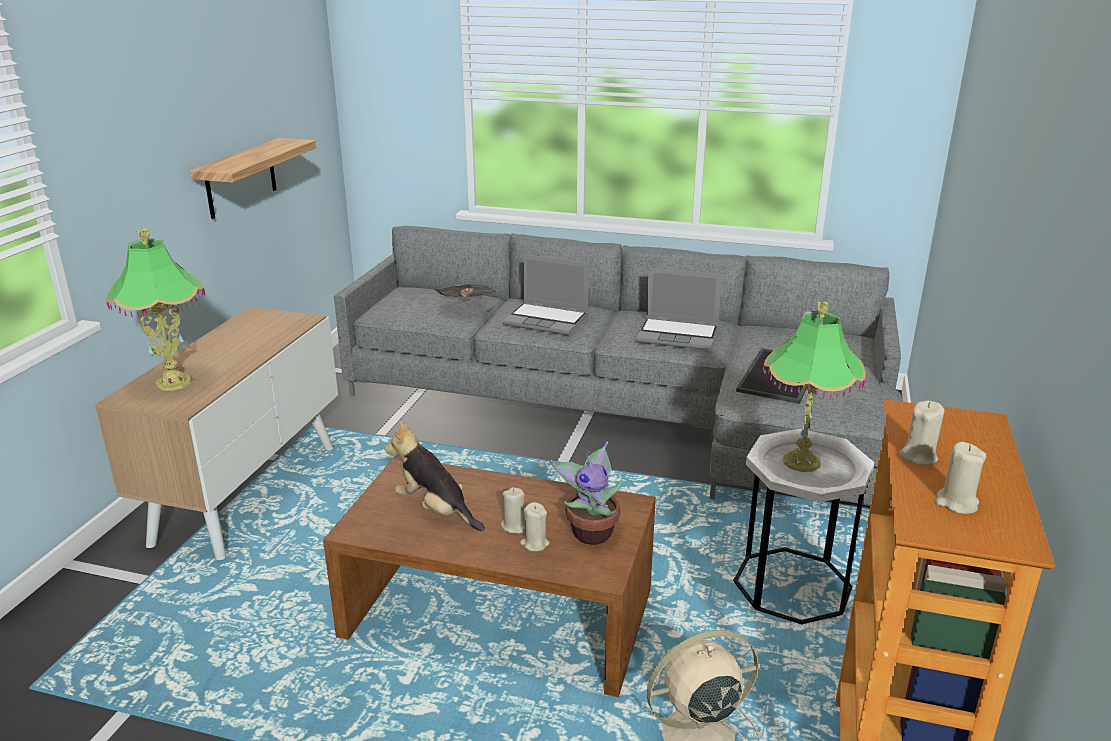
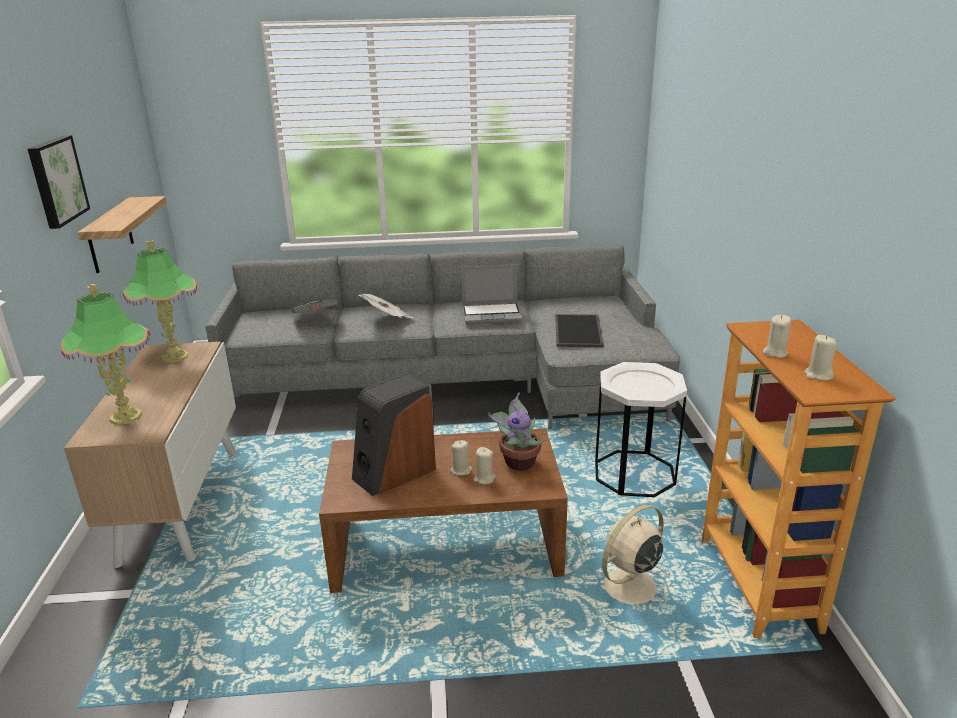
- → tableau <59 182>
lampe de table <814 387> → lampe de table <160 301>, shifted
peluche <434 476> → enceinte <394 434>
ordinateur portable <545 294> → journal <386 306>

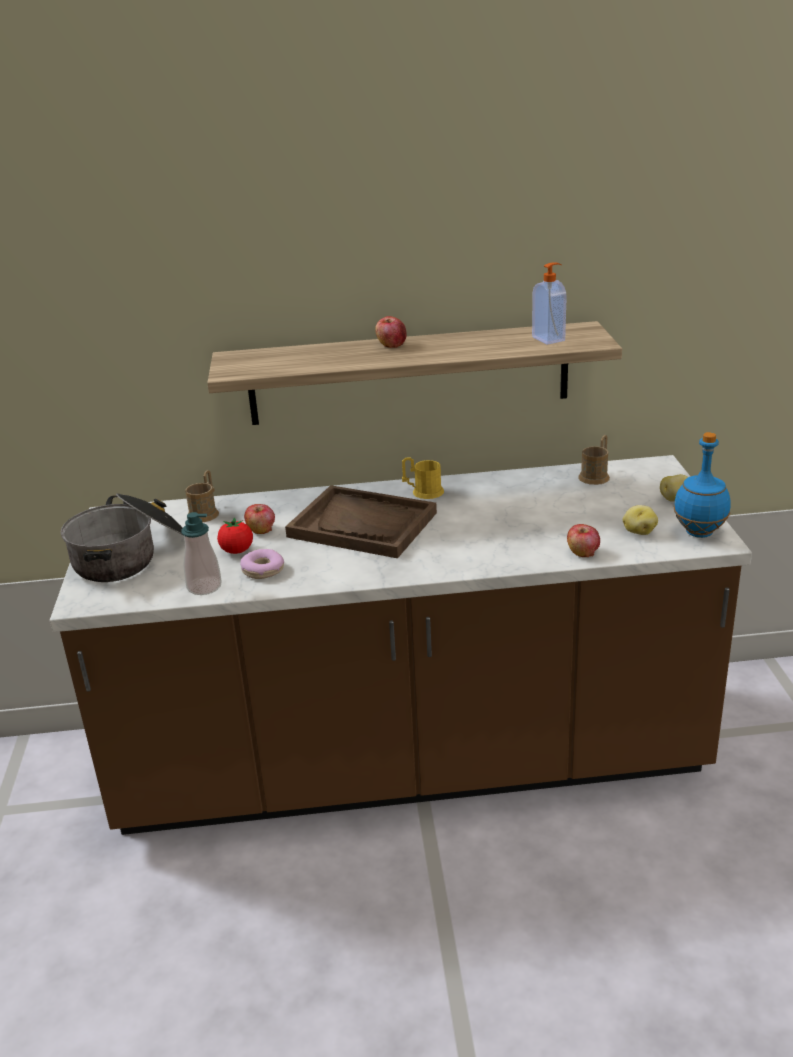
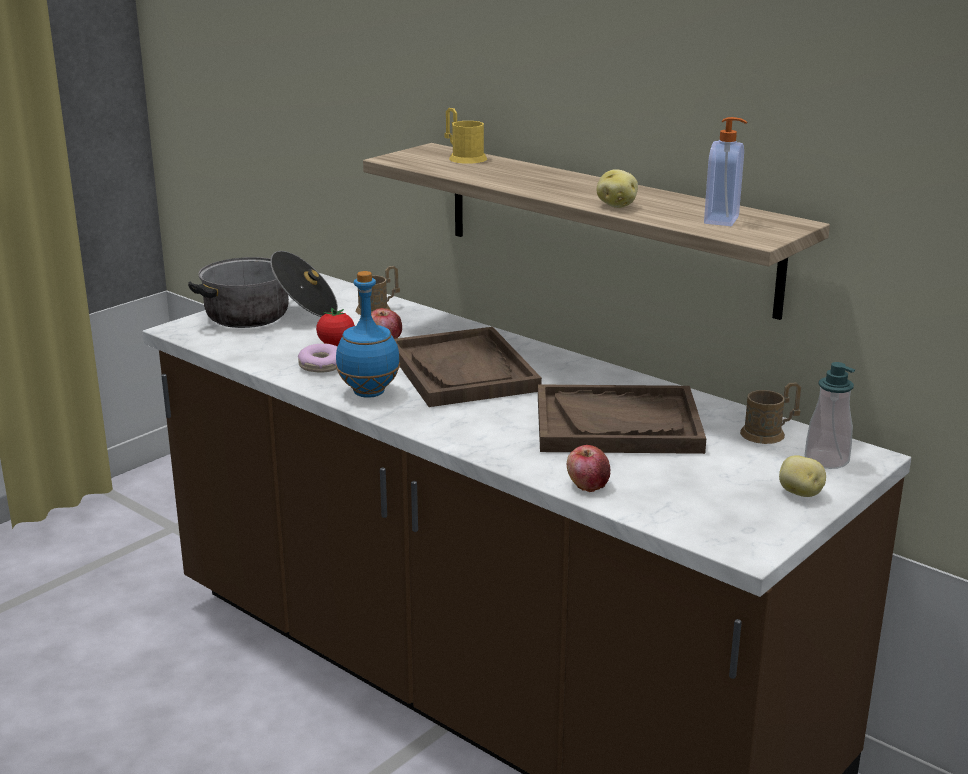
bouteille (bleu) <702 485> → bouteille (bleu) <368 334>, shifted
mug (jaune) <423 478> → mug (jaune) <465 136>, shifted
- → plateau (marron) <622 419>
pomme de terre <640 520> → pomme de terre <617 188>, shifted
distributeur de savon <201 553> → distributeur de savon <830 415>, shifted
pomme <391 332> → -

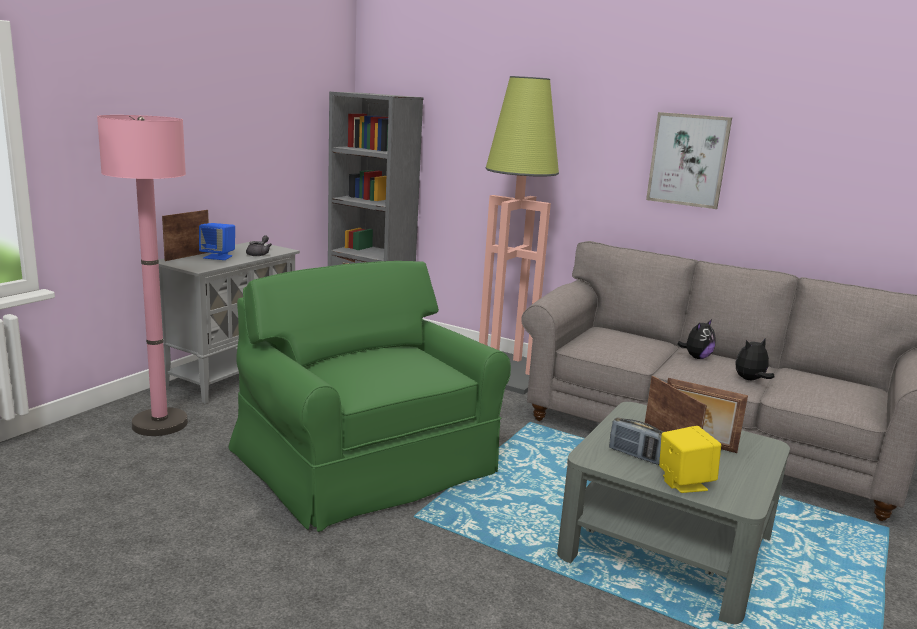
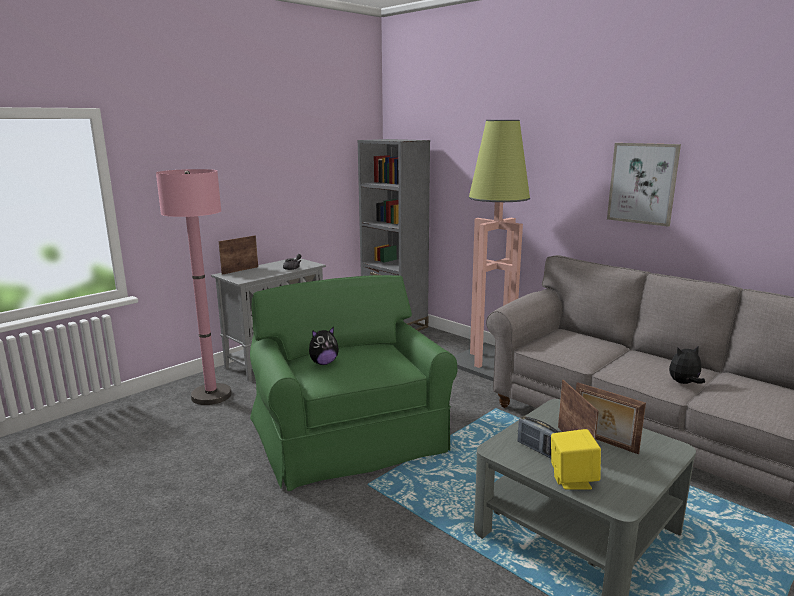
peluche <696 339> → peluche <324 346>, shifted
enceinte (bleu) <217 241> → -

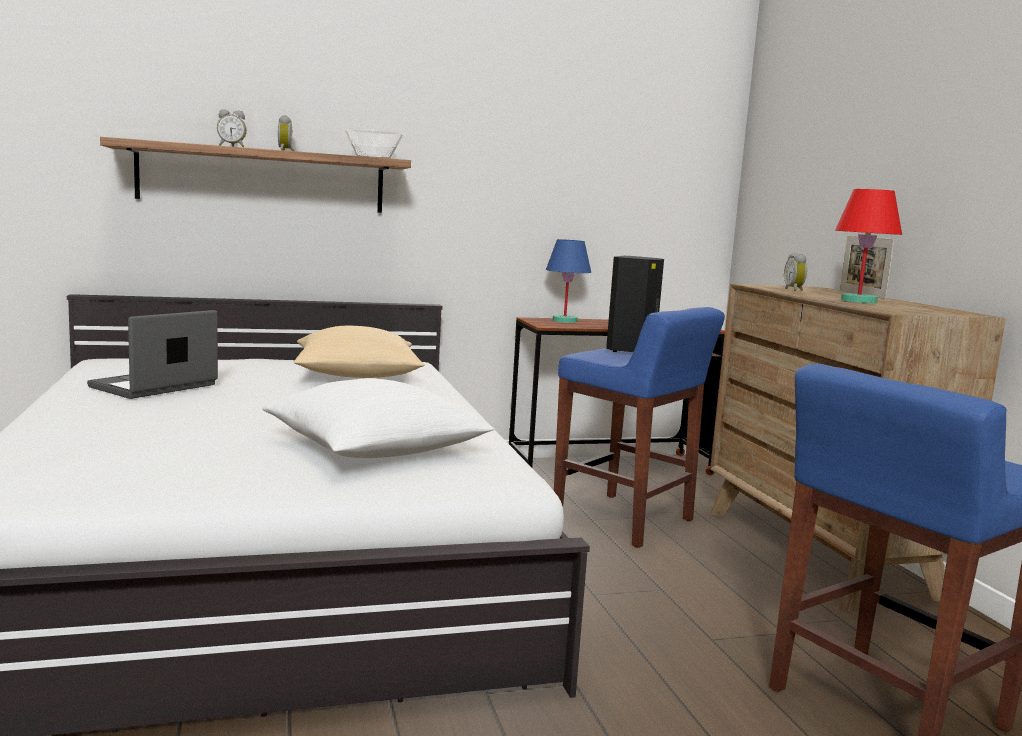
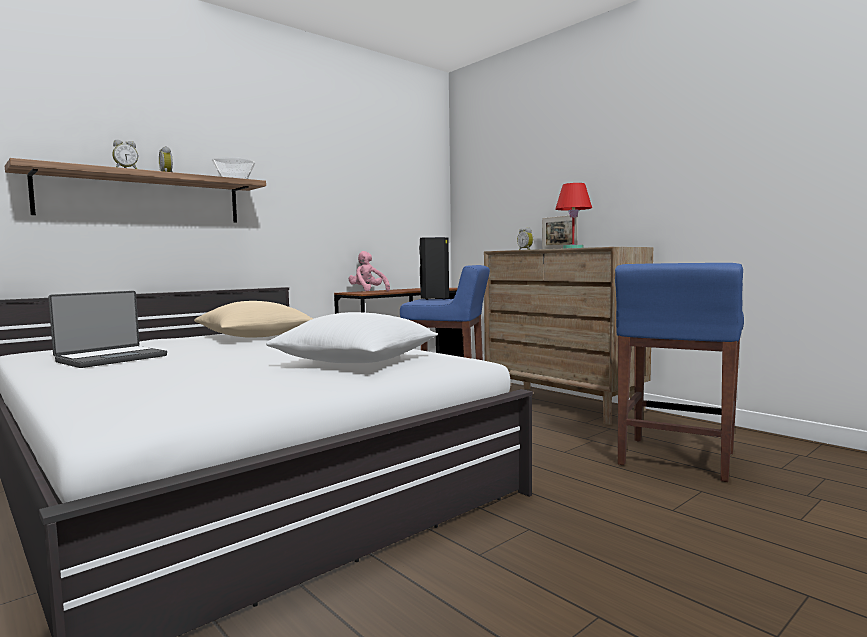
ordinateur portable <152 354> → ordinateur portable <107 329>, 150 degrees counterclockwise
lampe de table (bleu) <568 281> → peluche (rose) <369 271>

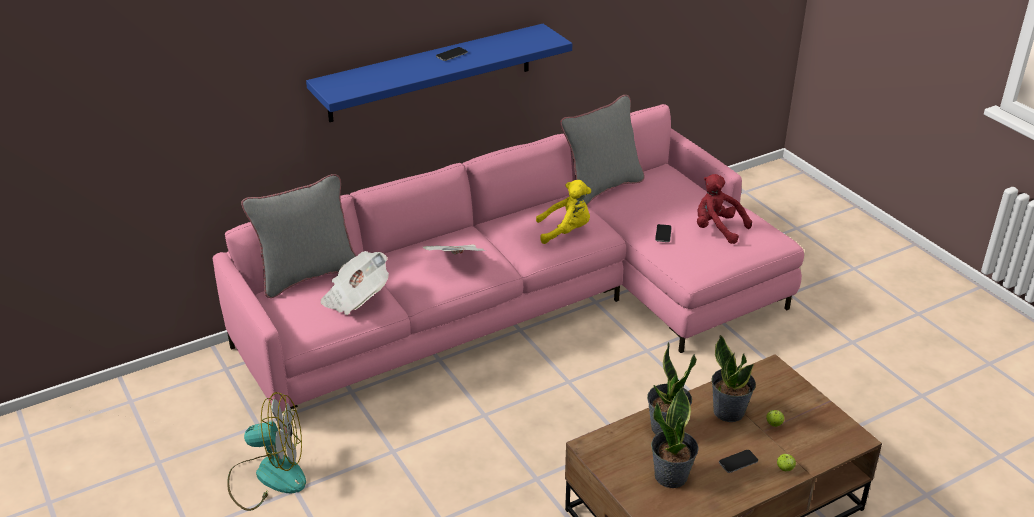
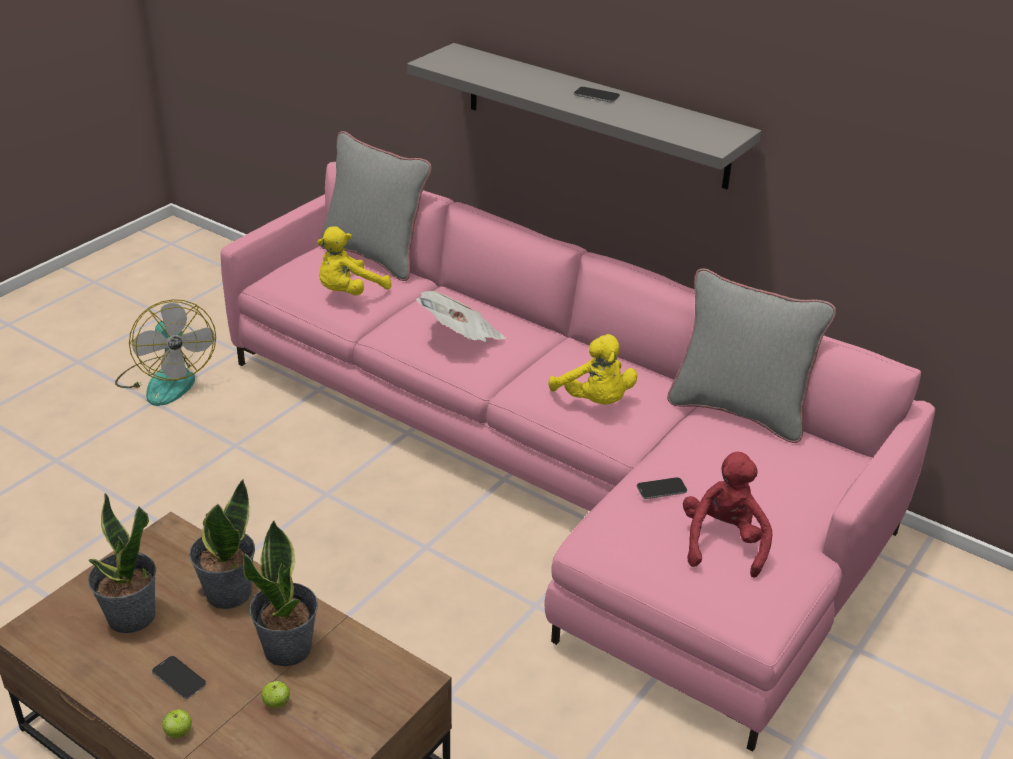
journal <354 283> → peluche (jaune) <354 261>
étagère (bleu) <439 73> → étagère (gris) <584 116>

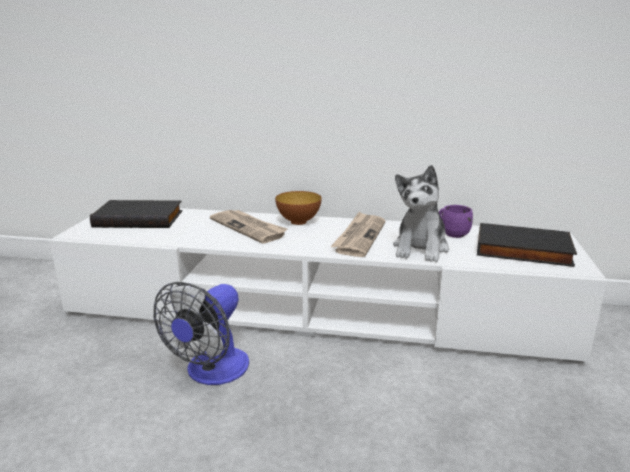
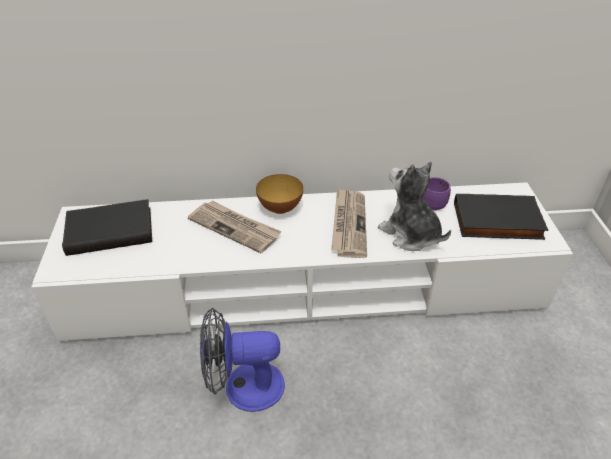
ventilateur <201 333> → ventilateur <242 360>, 75 degrees clockwise
peluche <421 213> → peluche <414 206>, 135 degrees clockwise

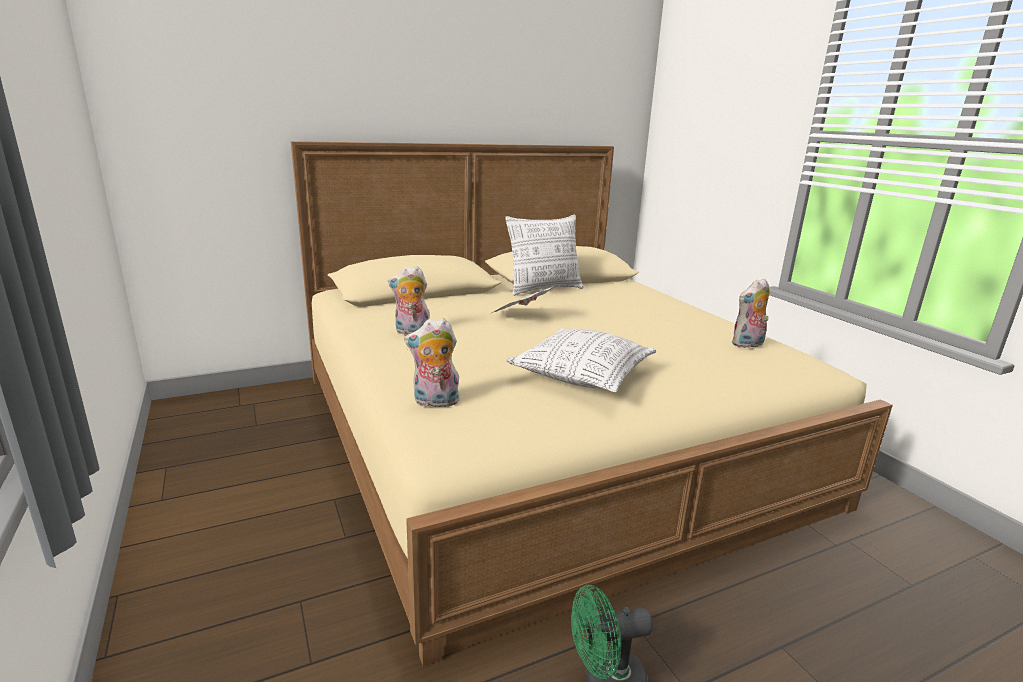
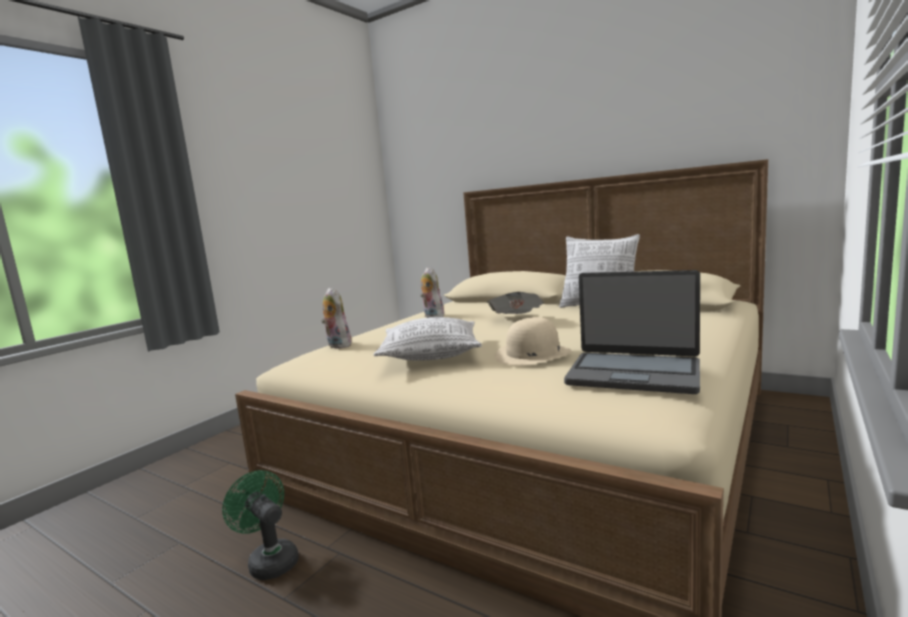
- → chapeau (beige) <533 341>
peluche <751 313> → ordinateur portable <632 332>

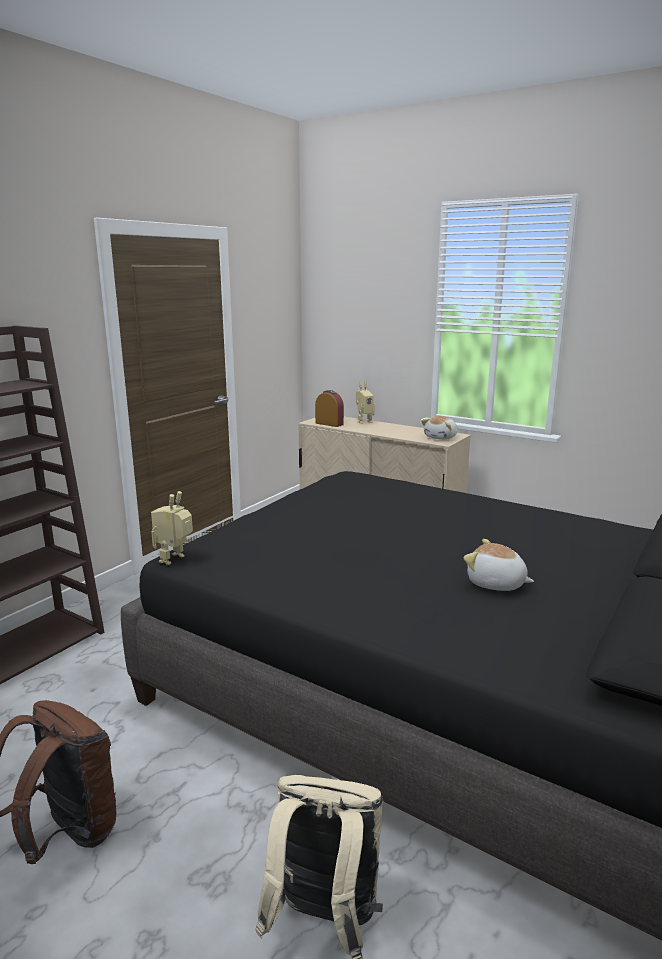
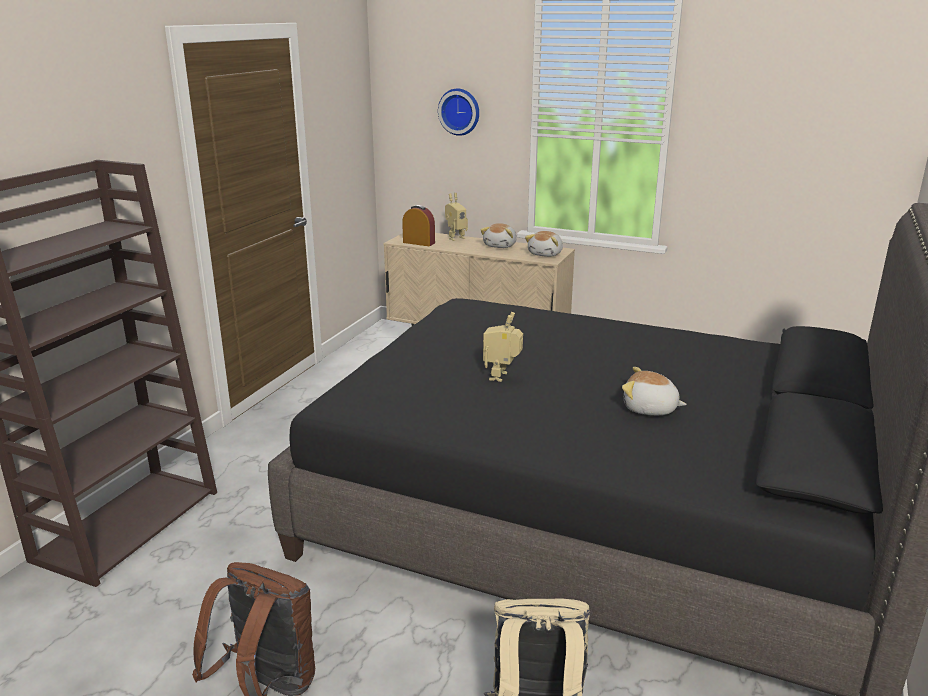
- → horloge murale <458 112>
- → peluche <499 235>
robot jouet <172 528> → robot jouet <503 347>, shifted

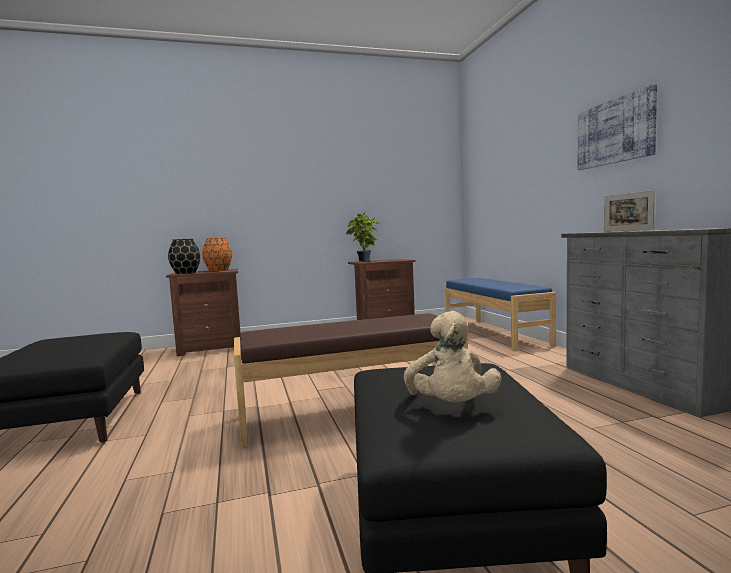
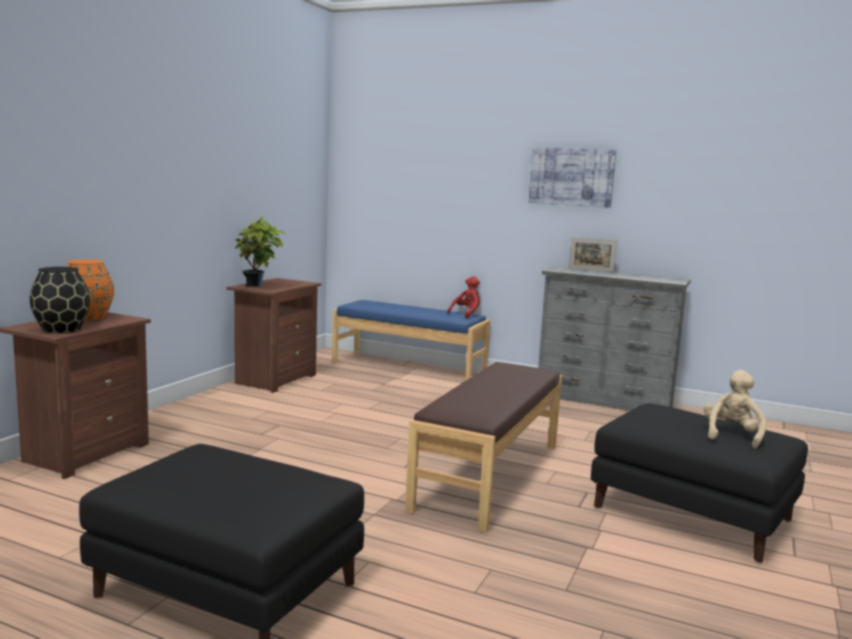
- → peluche (rouge) <463 297>
peluche (beige) <453 356> → peluche (beige) <735 409>, 105 degrees counterclockwise

